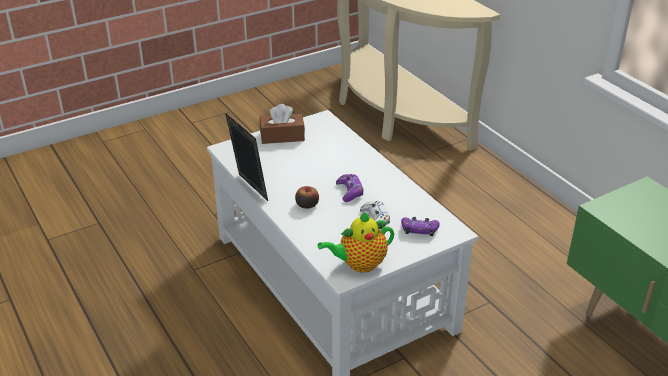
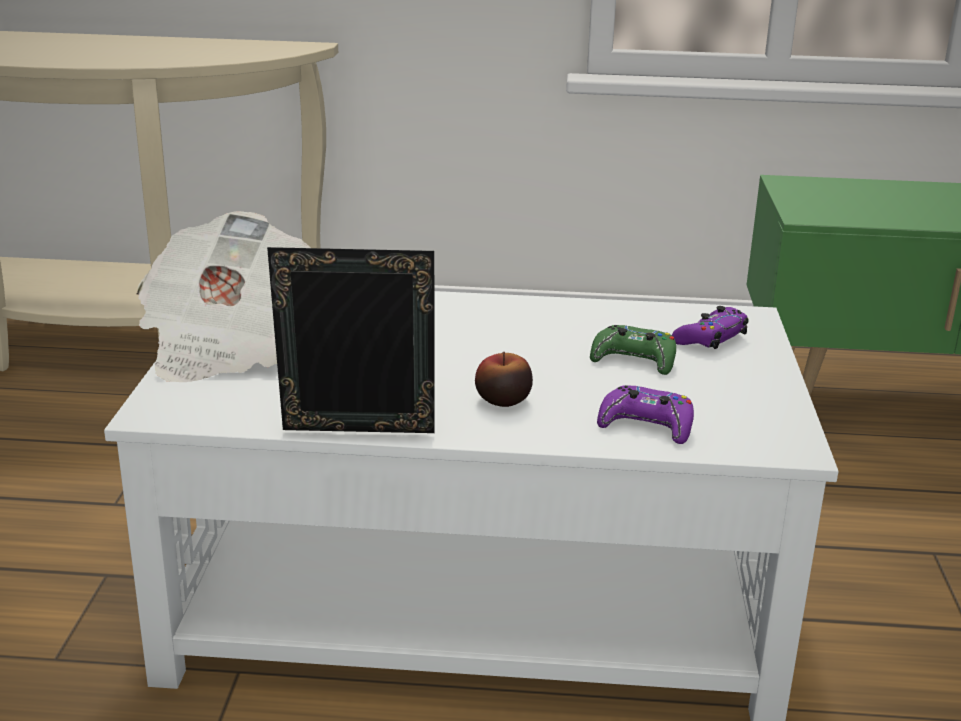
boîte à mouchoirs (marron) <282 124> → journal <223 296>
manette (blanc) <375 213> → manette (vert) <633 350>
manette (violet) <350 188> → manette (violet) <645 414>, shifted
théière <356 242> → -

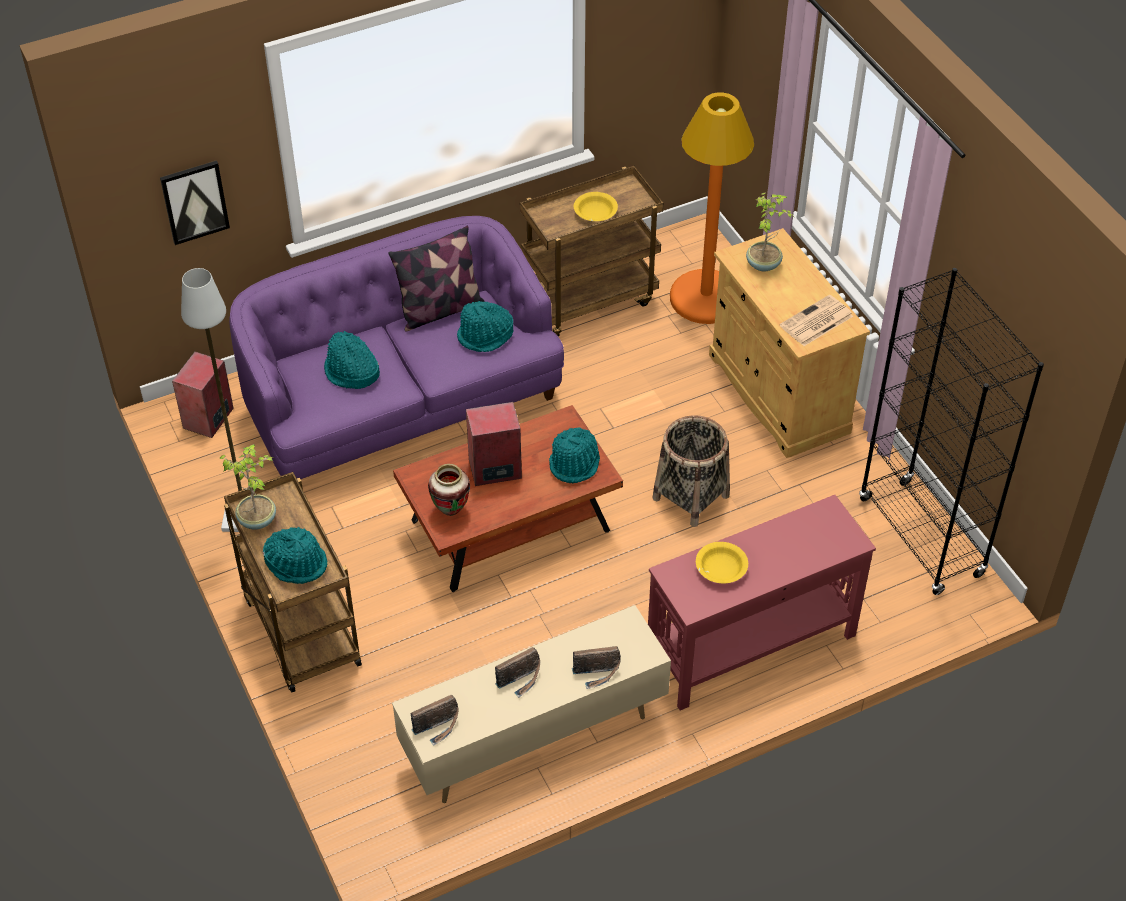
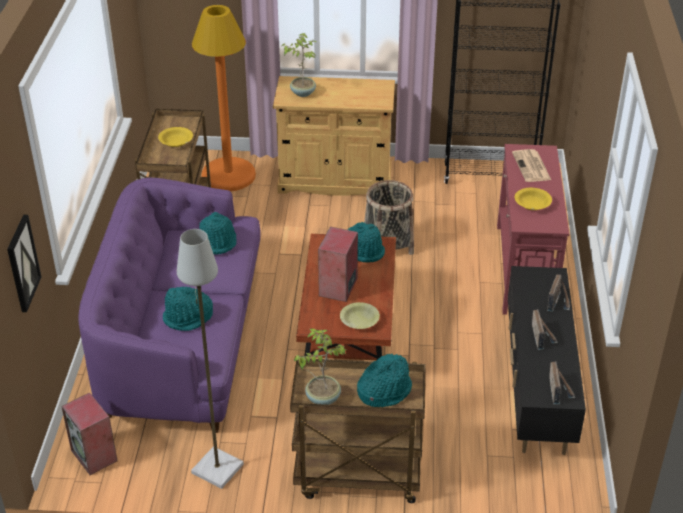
vase <449 490> → bol (jaune) <360 315>
meuble télé (beige) <531 704> → meuble télé (noir) <547 360>
journal <816 320> → journal <531 165>, shifted
coussin <436 278> → -

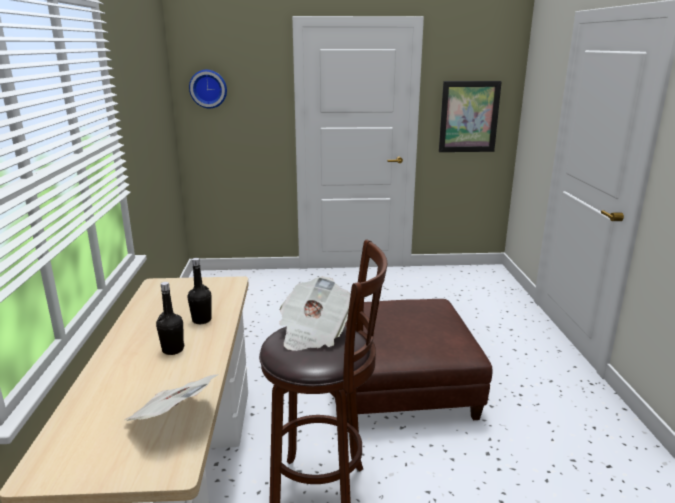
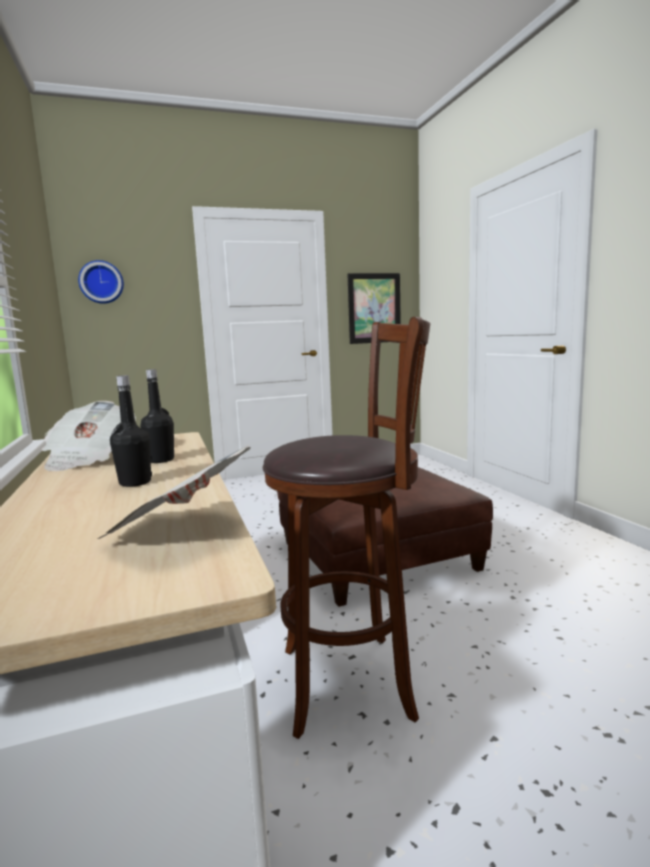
journal <315 314> → journal <89 436>, shifted

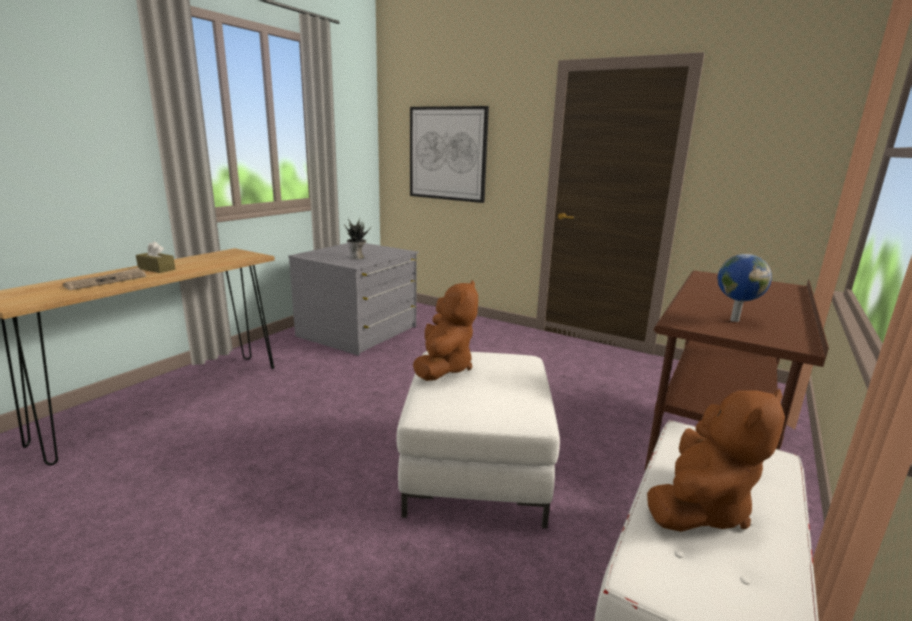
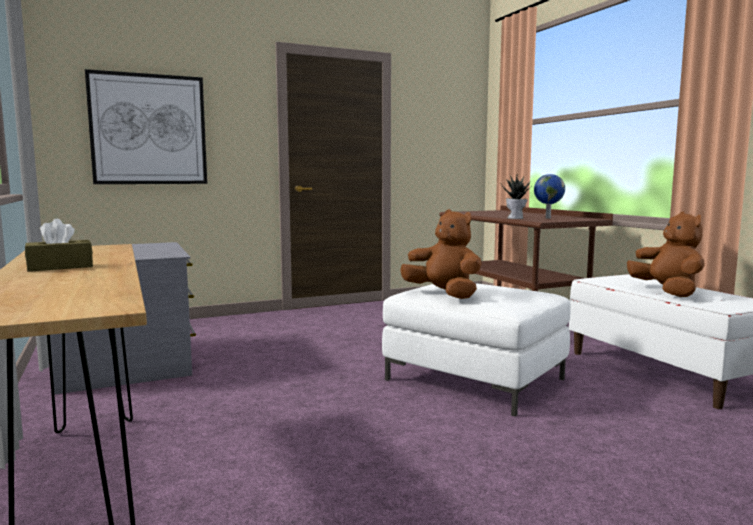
plante en pot <357 238> → plante en pot <516 196>, shifted
journal <104 278> → -

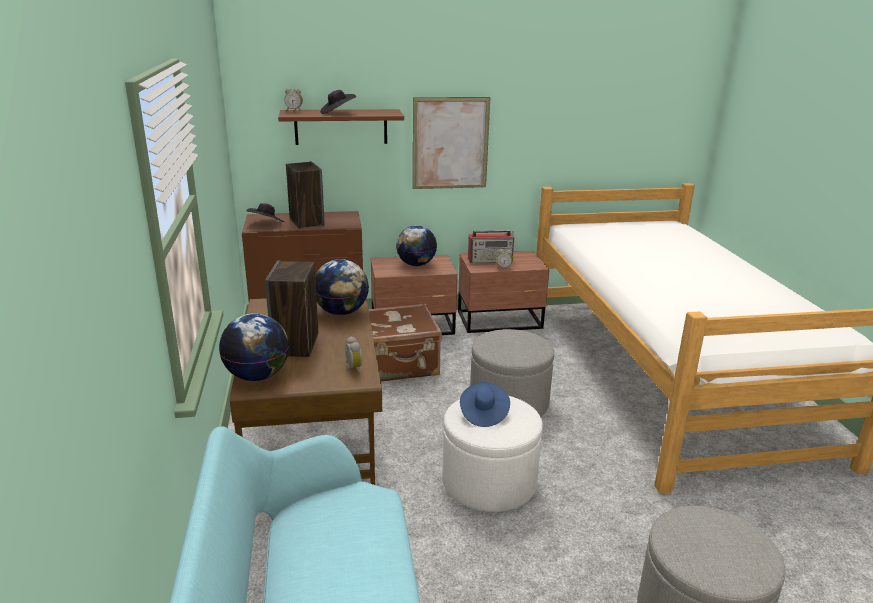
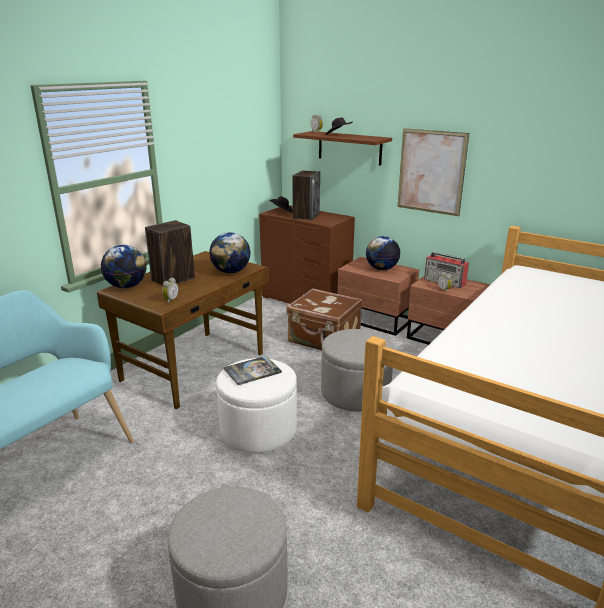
chapeau (bleu) <485 404> → livre <252 370>

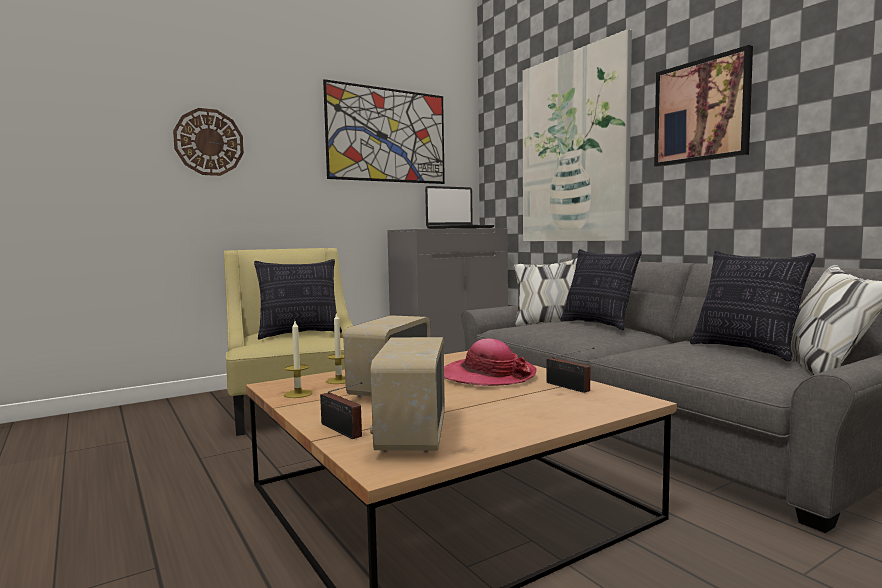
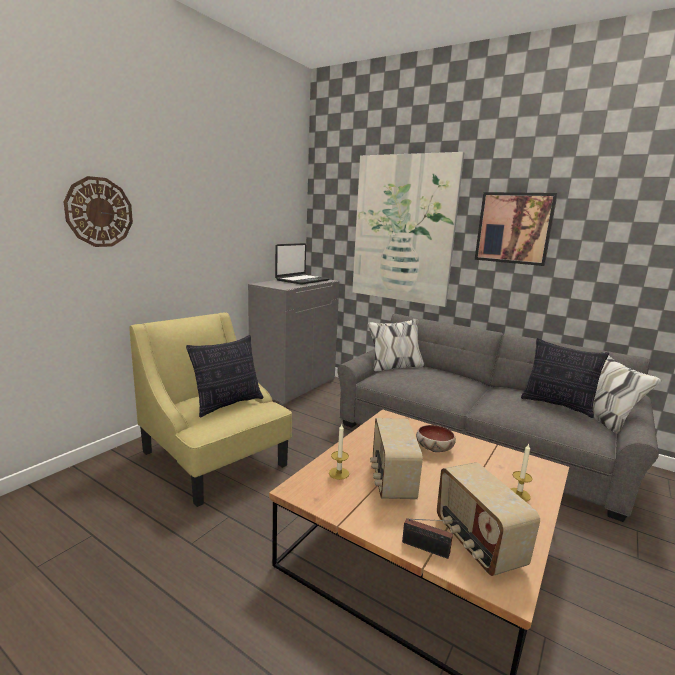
chapeau <490 362> → bol <436 438>
bougie <298 359> → bougie <521 473>, shifted
tableau <384 131> → -
radio <570 370> → -
coussin <601 289> → -

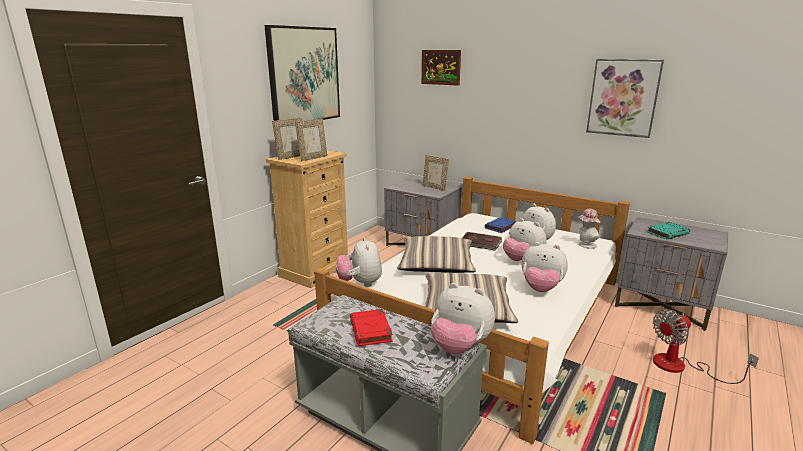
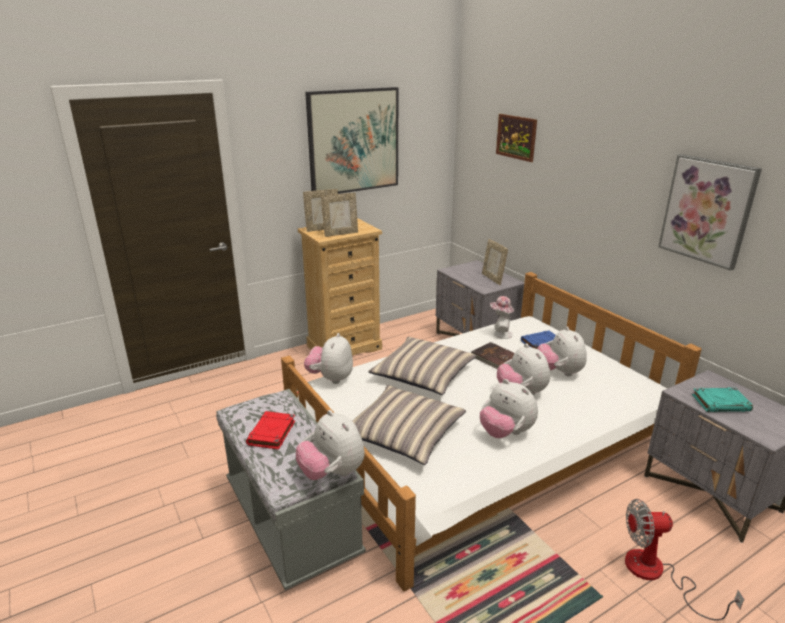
chapeau <589 229> → chapeau <502 317>, shifted

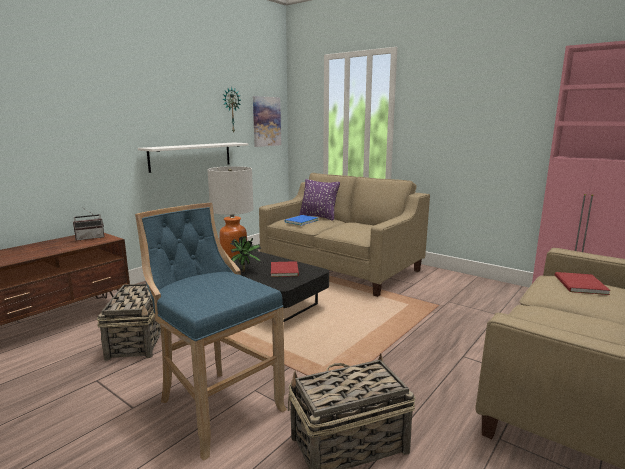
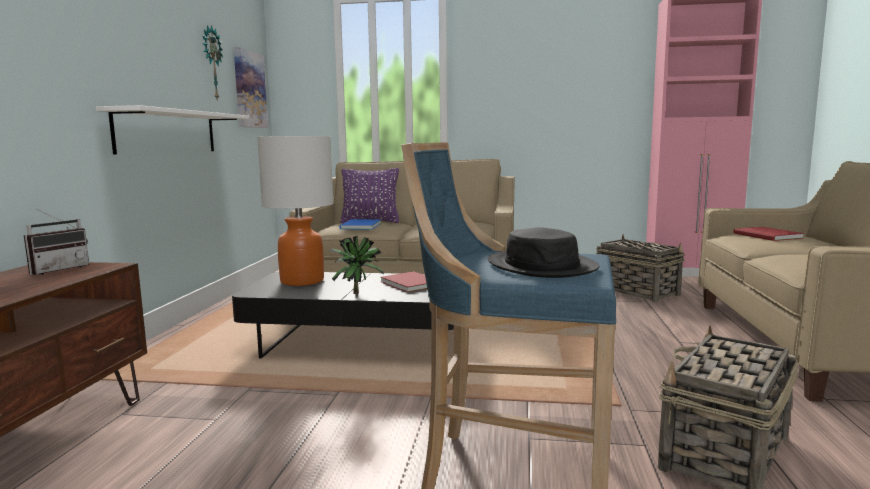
- → chapeau (noir) <543 252>
panier <129 322> → panier <640 268>, shifted

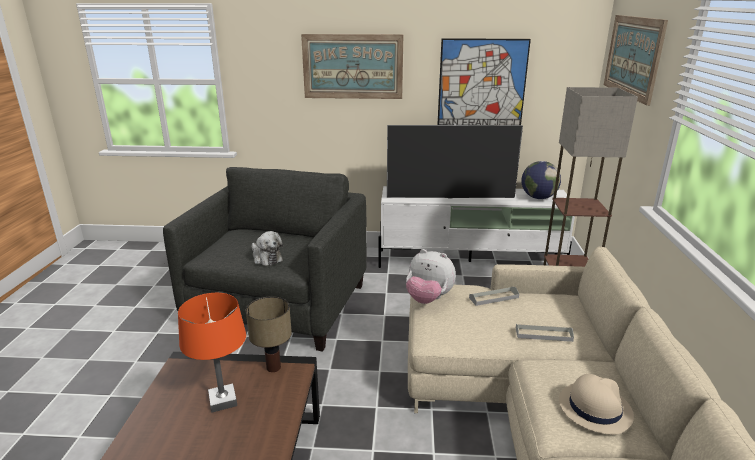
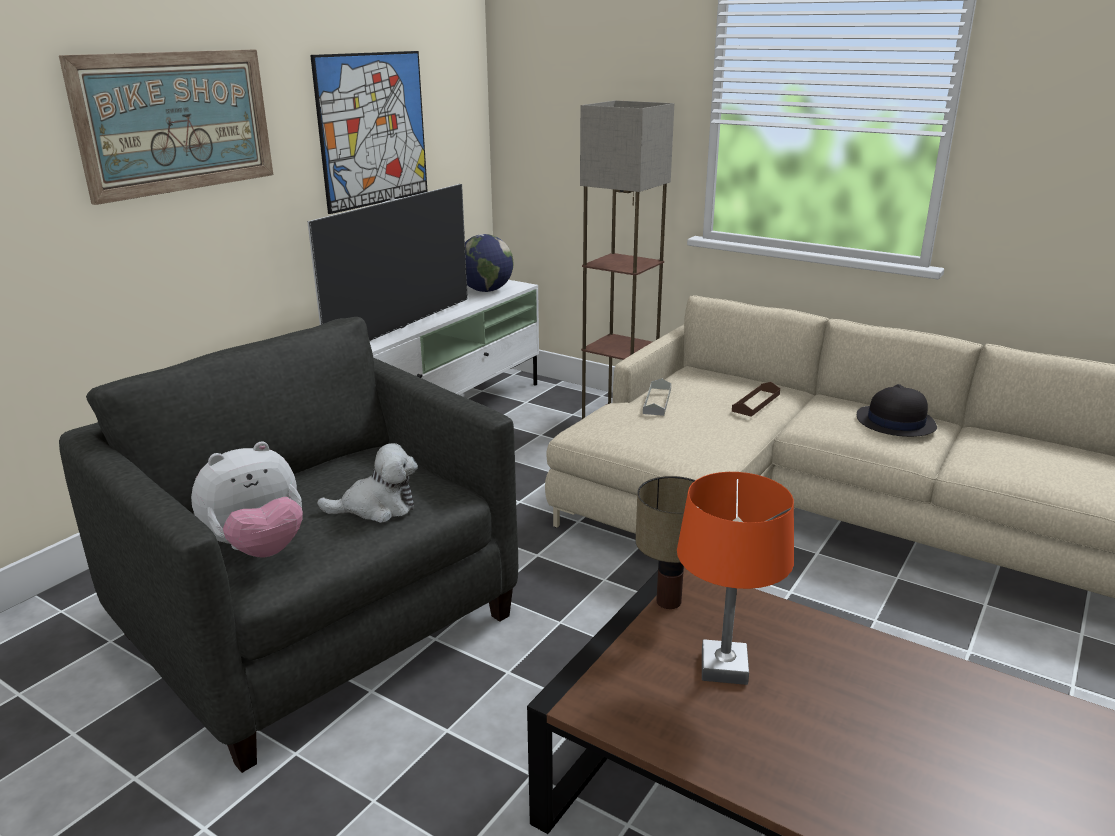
peluche <431 276> → peluche <247 499>, shifted
plateau (gris) <545 333> → plateau (marron) <756 399>
chapeau (beige) <596 404> → chapeau (noir) <897 410>
tableau <636 60> → -

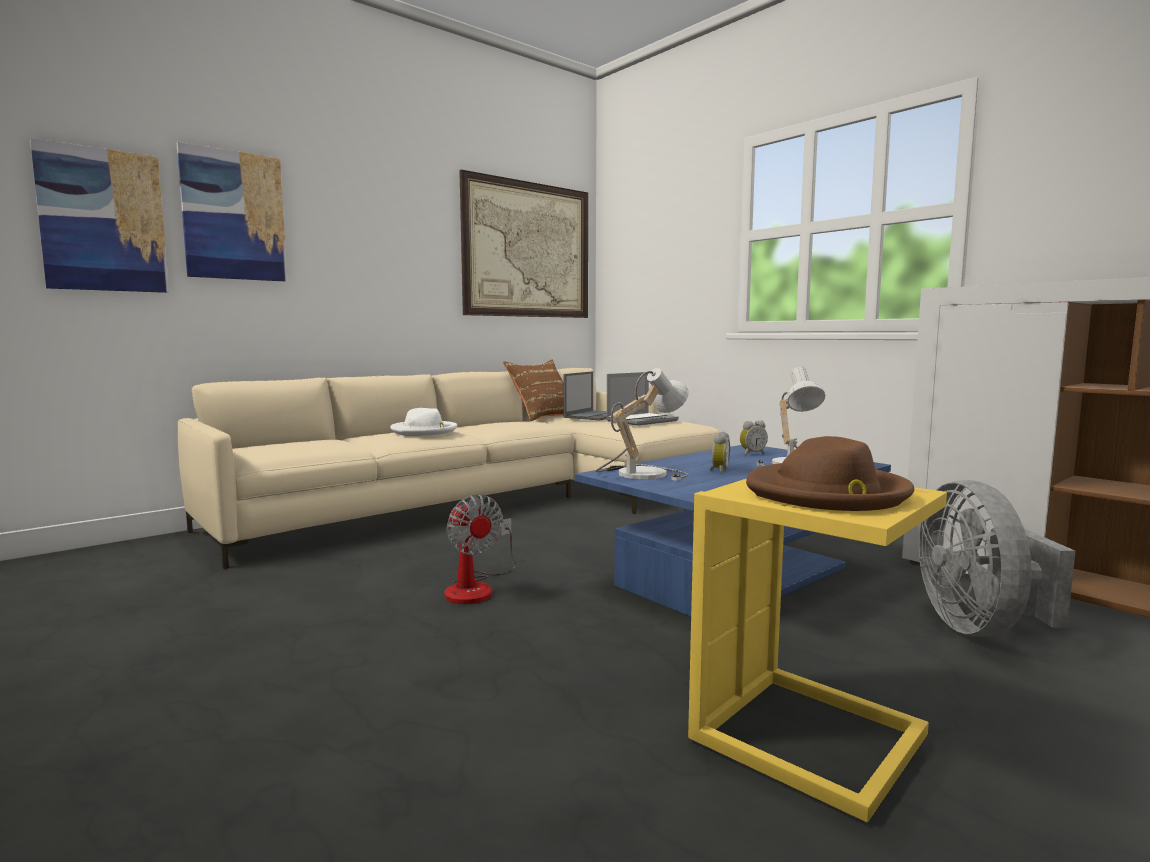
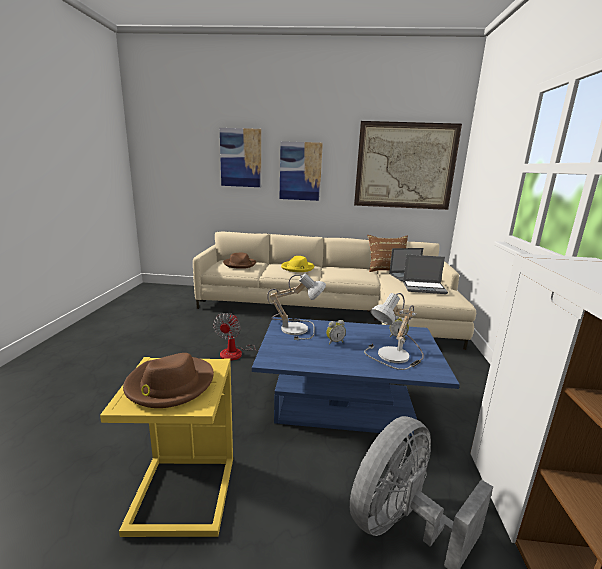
- → chapeau (marron) <239 260>
tableau <99 215> → tableau <301 171>, shifted
chapeau (blanc) <423 422> → chapeau (jaune) <297 264>

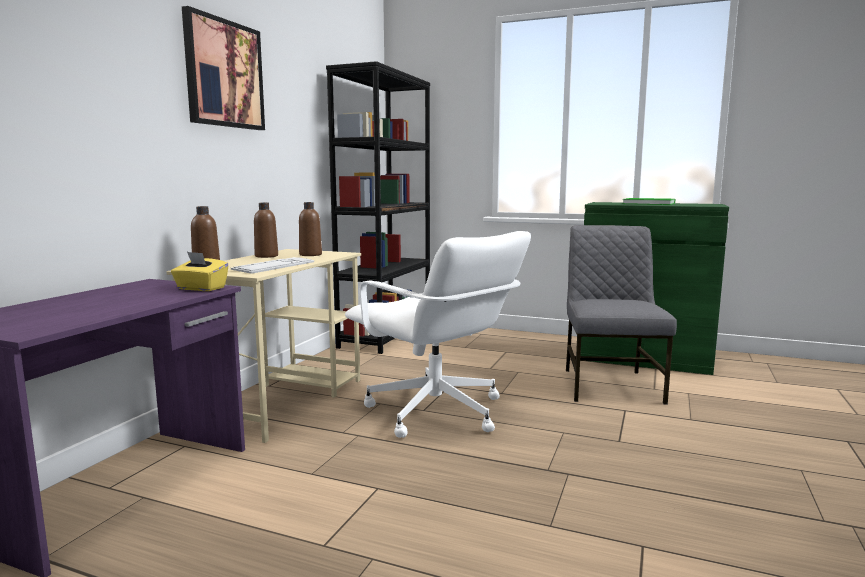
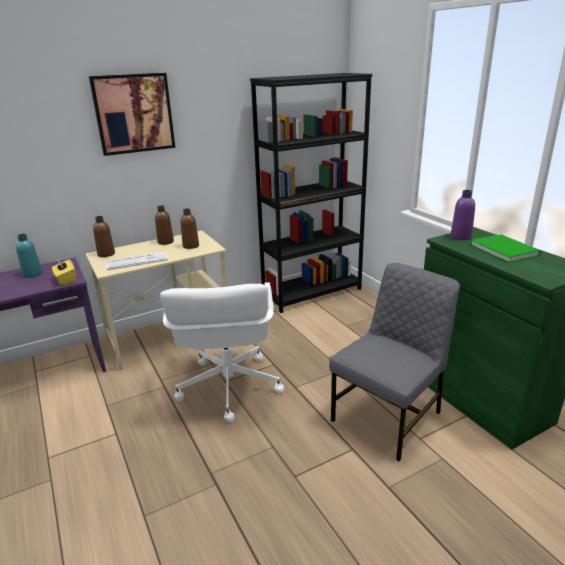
- → bouteille (turquoise) <29 256>
- → bouteille (violet) <463 215>

